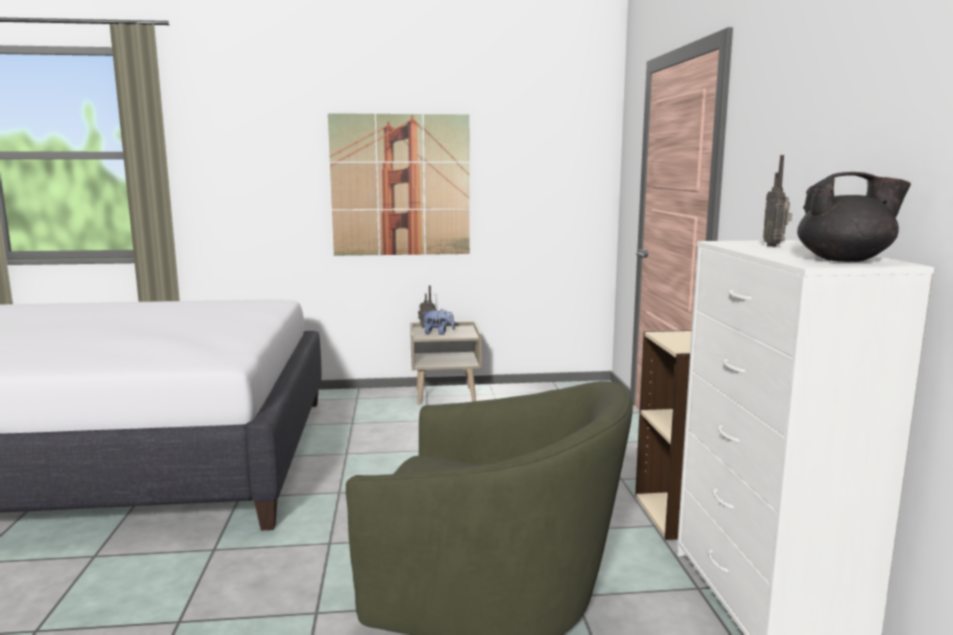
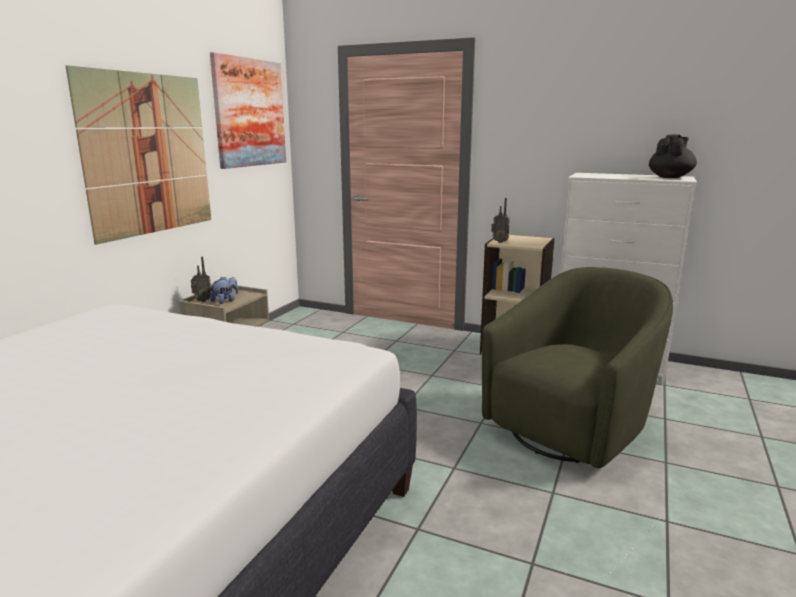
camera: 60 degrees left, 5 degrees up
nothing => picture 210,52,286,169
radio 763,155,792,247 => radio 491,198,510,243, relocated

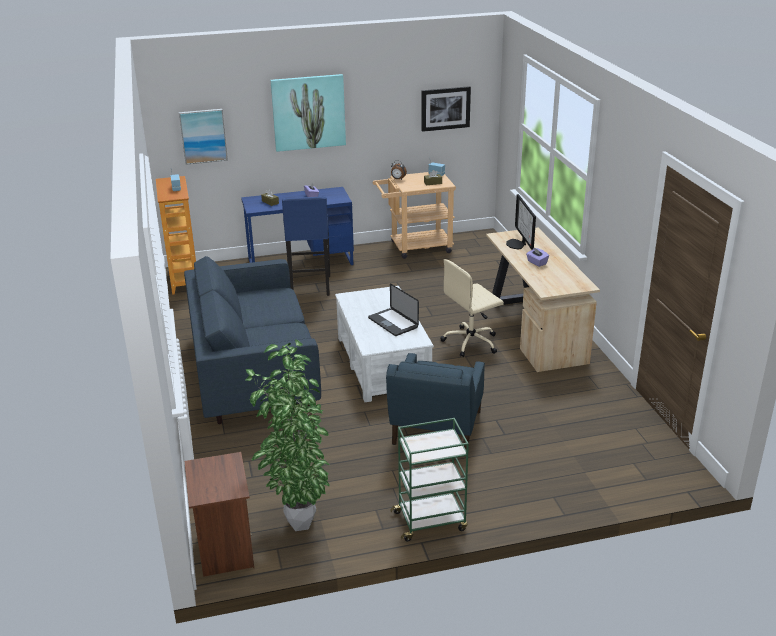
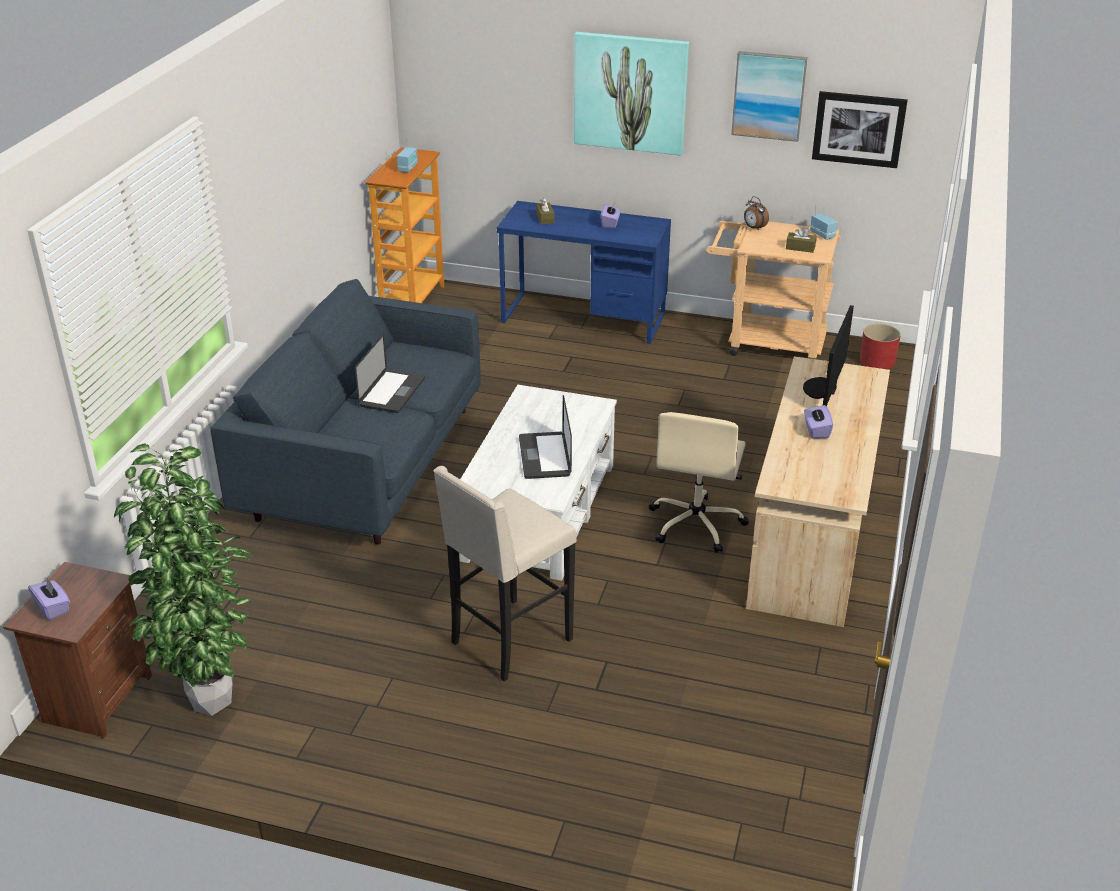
camera: 30 degrees right, 5 degrees up
nothing => purple tissue box 28,578,70,620
nothing => laptop 355,334,425,413
blue armchair 386,353,485,449 => beige stool 433,466,577,682
beige office chair 440,259,504,357 => beige office chair 649,412,749,553, 75 degrees counterclockwise
picture 179,109,228,165 => picture 731,51,807,142, relocated
nothing => red planter 860,324,901,369
blue stool 282,196,330,296 => nothing
green cart 390,418,469,541 => nothing

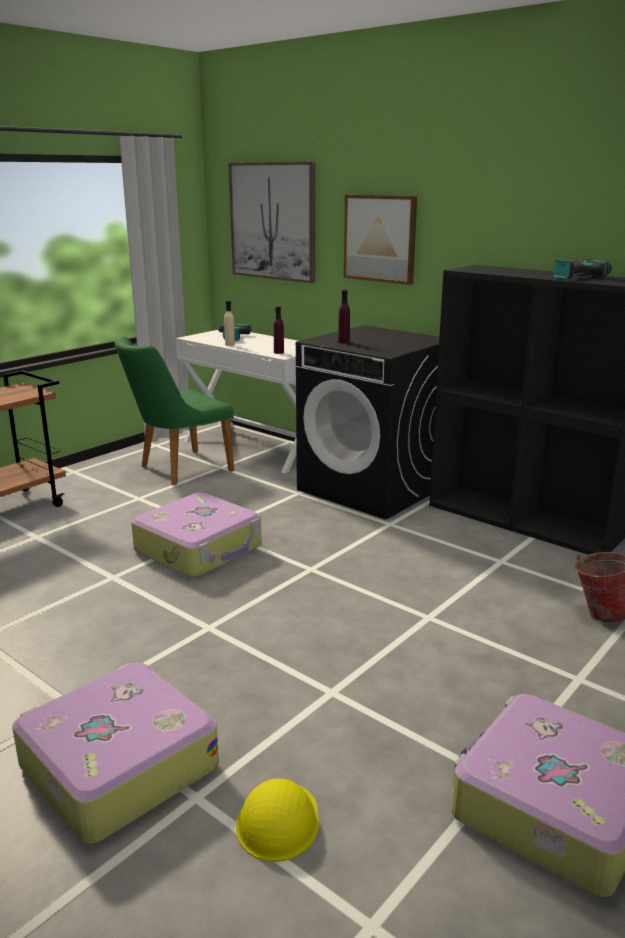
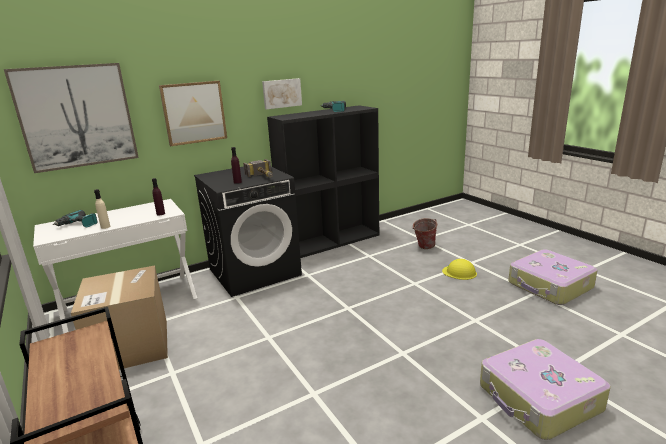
camera: 70 degrees left, 0 degrees up
green chair 115,336,234,485 => cardboard box 71,266,168,370
nothing => hammer 243,159,273,177
nothing => picture 262,78,302,109
yellow hard hat 236,779,319,862 => yellow hard hat 442,259,477,280, relocated
suitcase 131,493,262,578 => nothing

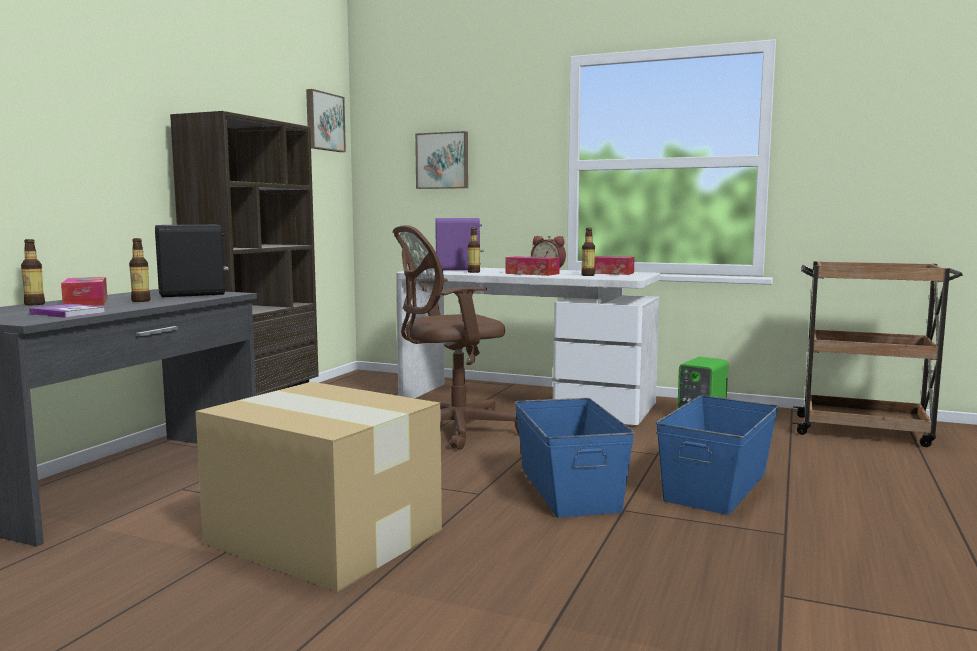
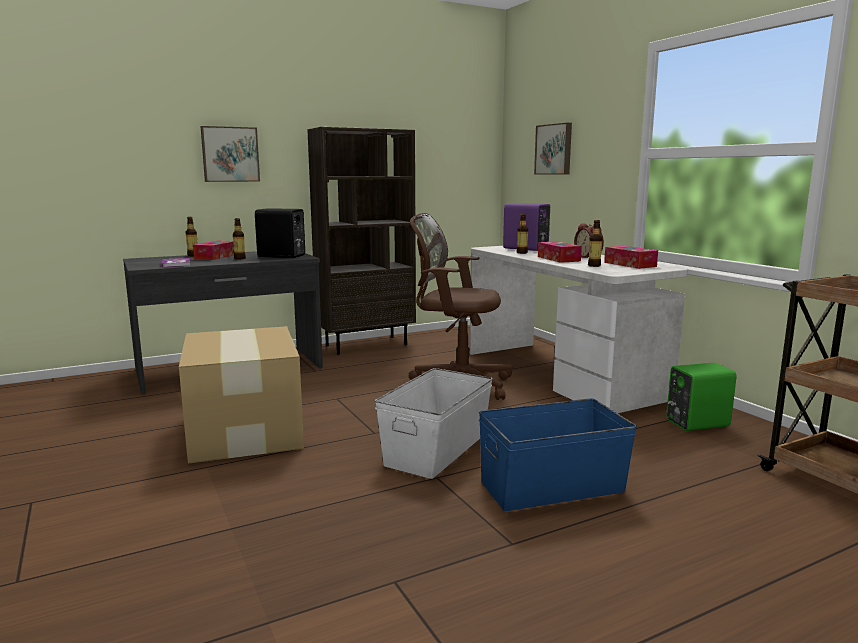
camera: 40 degrees right, 5 degrees up
picture 306,89,346,152 => picture 200,126,260,182, relocated
blue storage box 515,398,635,518 => white storage box 375,368,493,479

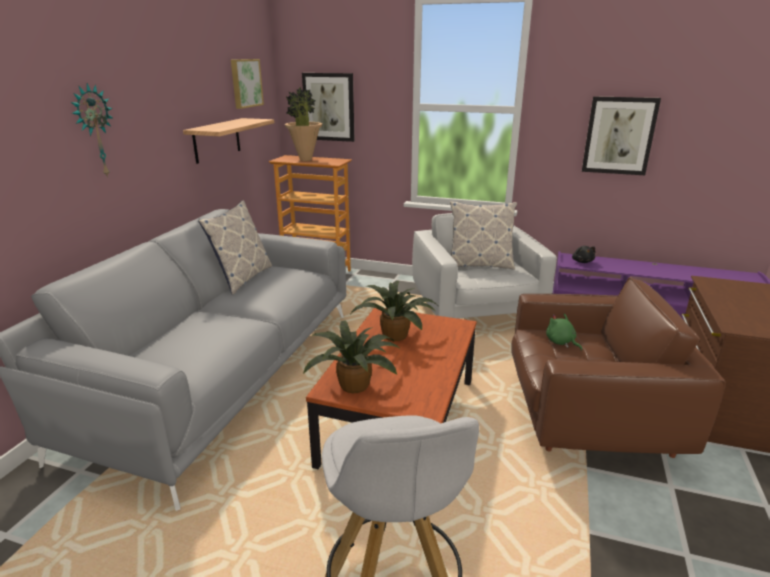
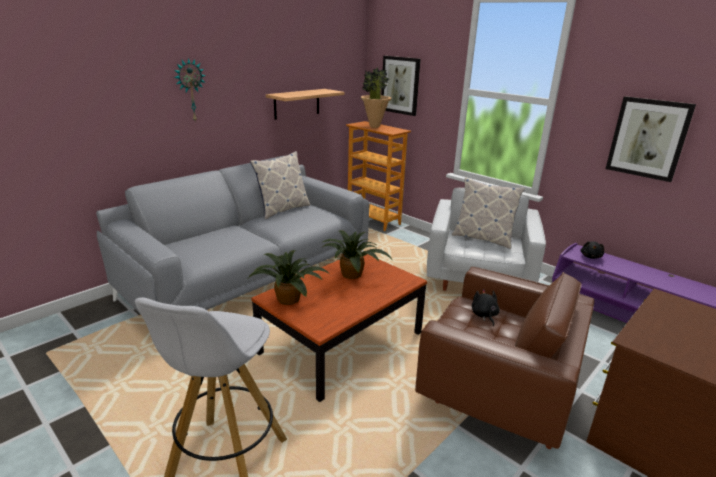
camera: 25 degrees right, 0 degrees up
green plush toy 546,313,582,351 => black plush toy 472,289,500,326
picture 231,59,264,109 => nothing

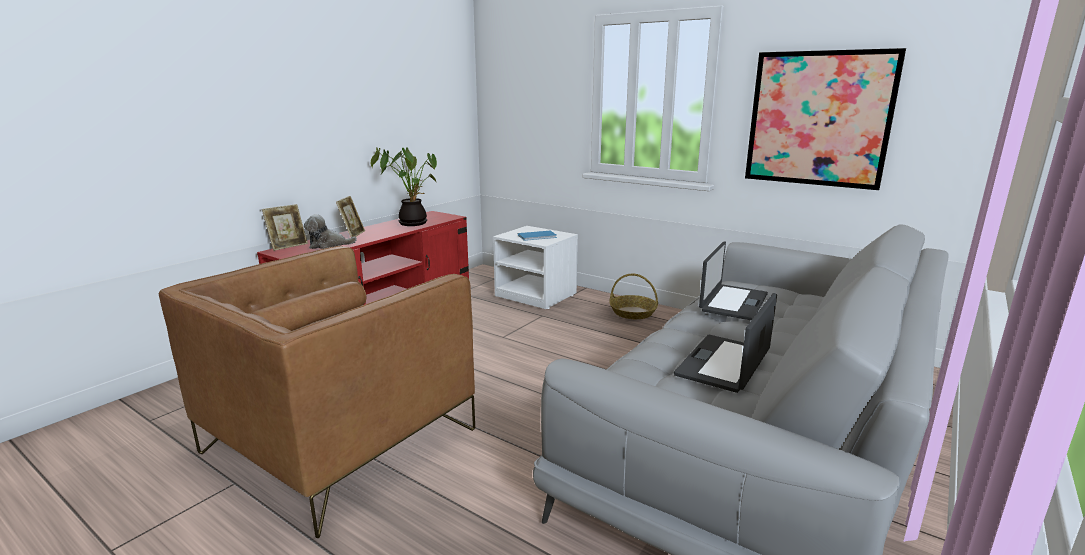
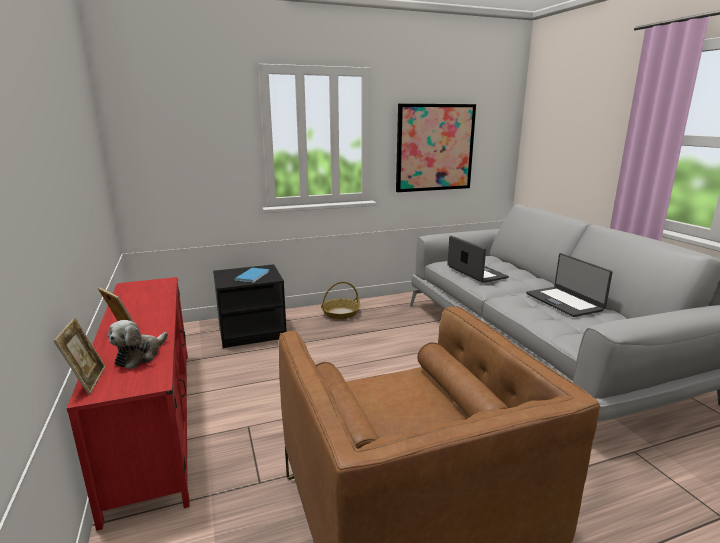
camera: 55 degrees left, 0 degrees up
white nightstand 493,226,578,309 => black nightstand 213,264,287,348
potted plant 371,147,437,226 => nothing

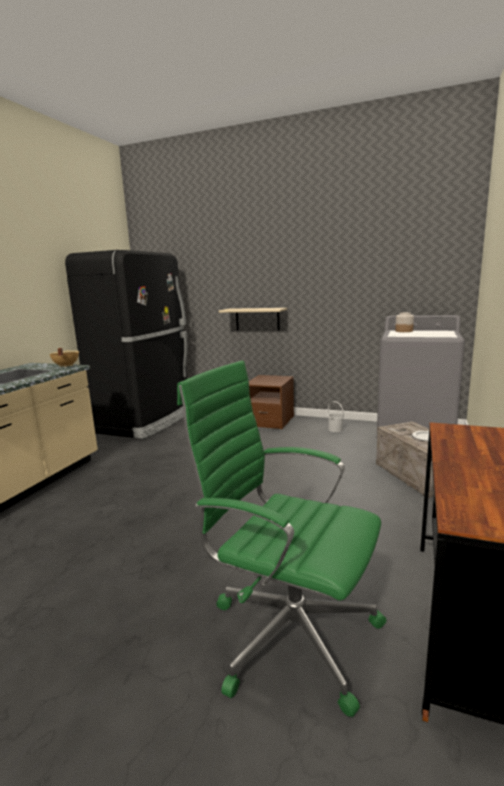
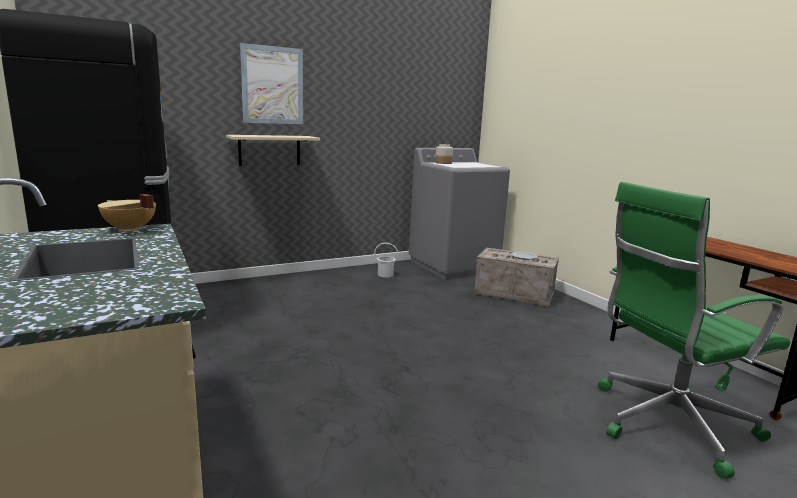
camera: 50 degrees left, 0 degrees up
nothing => picture 240,43,303,124
brown nightstand 249,375,294,429 => nothing

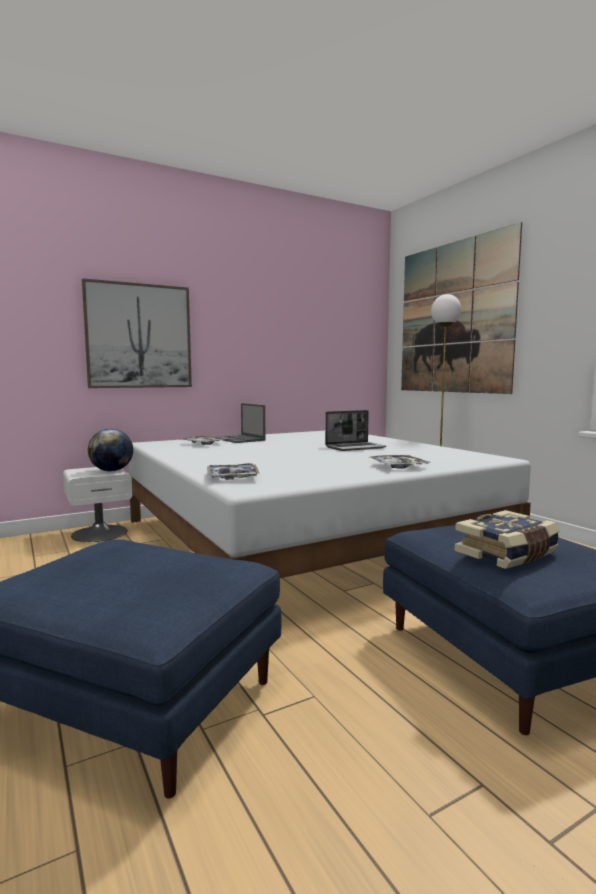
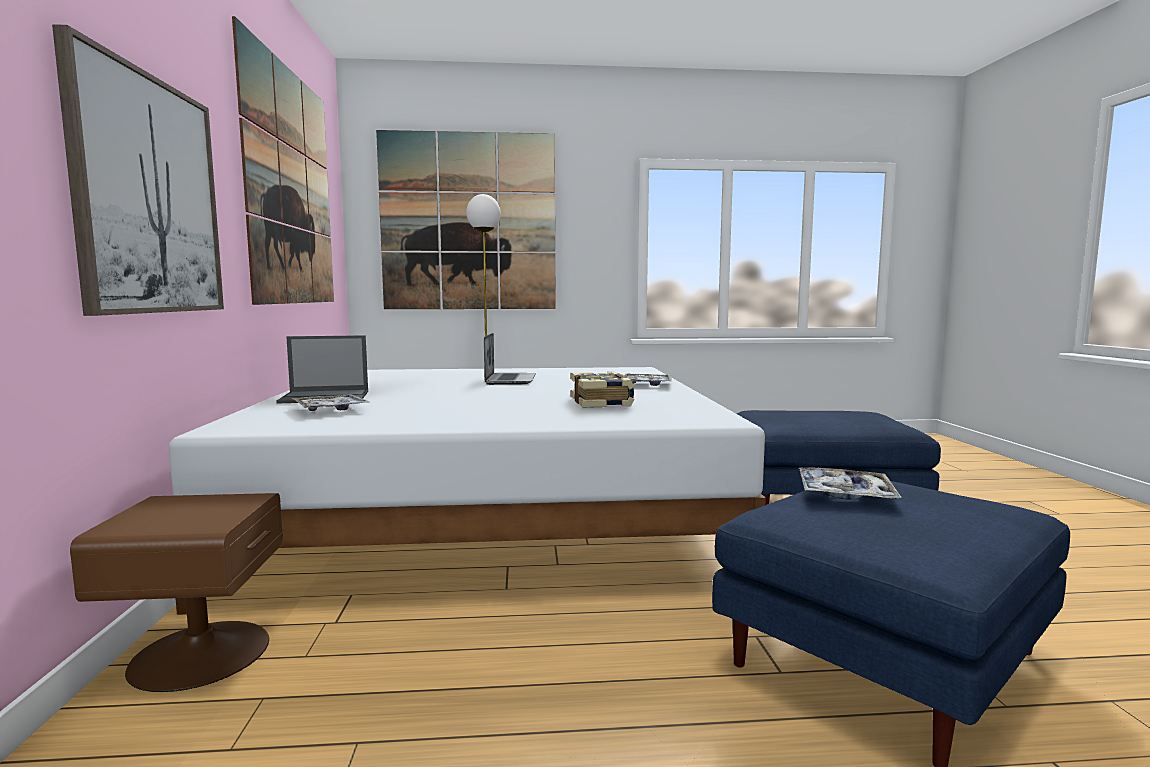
camera: 65 degrees left, 0 degrees up
white nightstand 63,467,132,542 => brown nightstand 70,493,283,692
nothing => picture 232,16,334,305
book 454,510,560,569 => book 570,372,635,408, relocated
tray 207,463,260,480 => tray 799,468,902,500, relocated
globe 88,429,133,471 => nothing

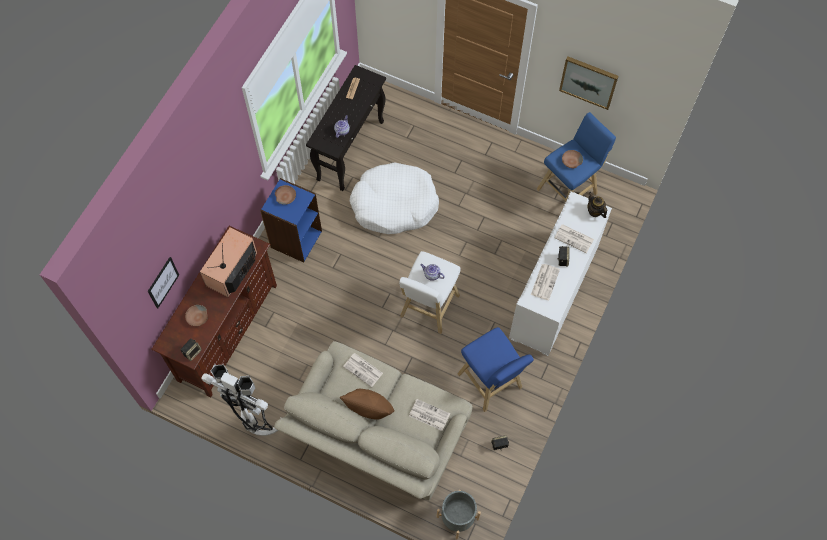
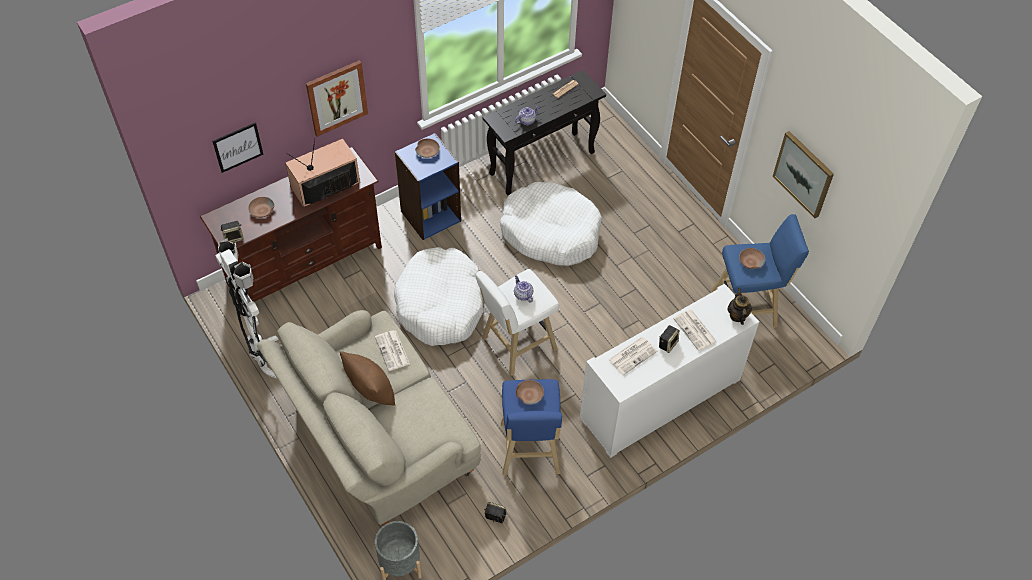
camera: 30 degrees right, 10 degrees down
nothing => picture 306,60,368,137
nothing => white dog bed 394,247,483,346
nothing => brown bowl 516,380,544,405
newspaper 409,399,450,431 => nothing

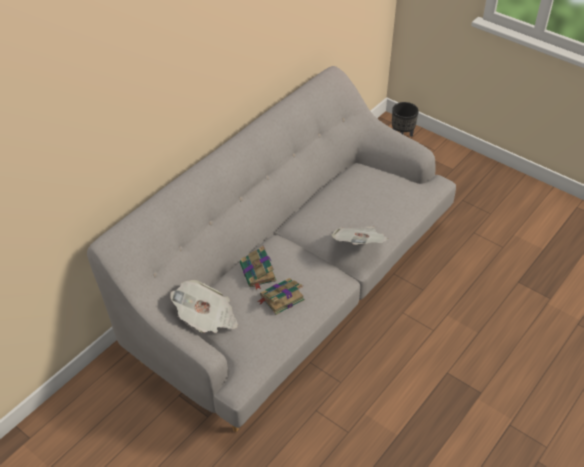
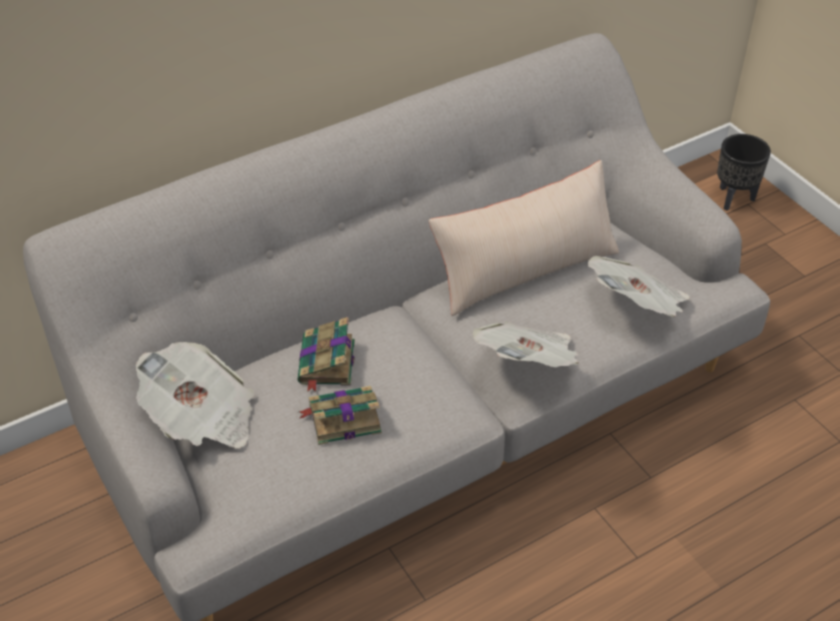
camera: 20 degrees right, 0 degrees up
nothing => beige pillow 429,160,619,316
nothing => newspaper 588,256,689,317

